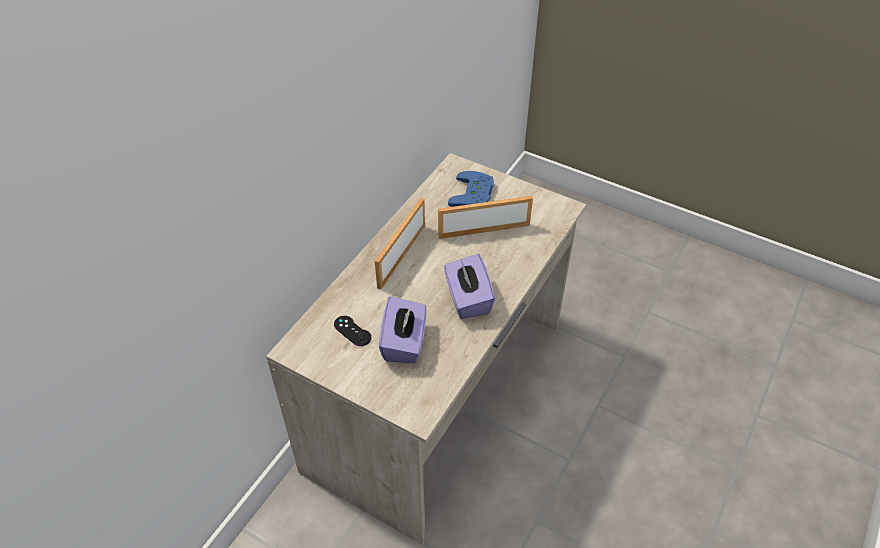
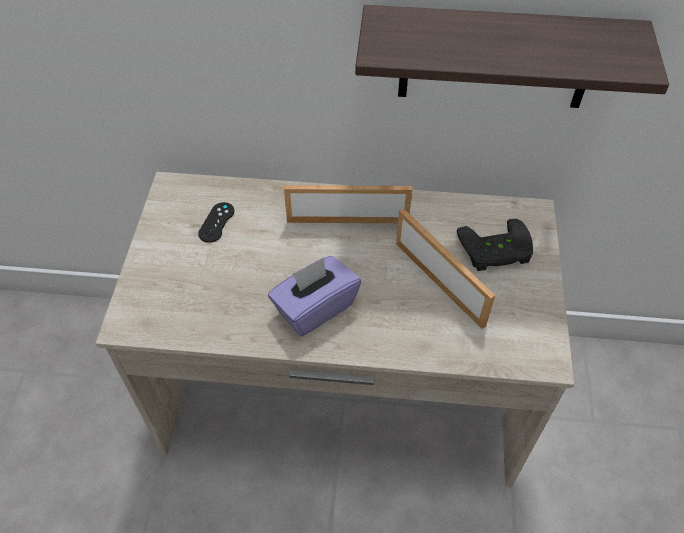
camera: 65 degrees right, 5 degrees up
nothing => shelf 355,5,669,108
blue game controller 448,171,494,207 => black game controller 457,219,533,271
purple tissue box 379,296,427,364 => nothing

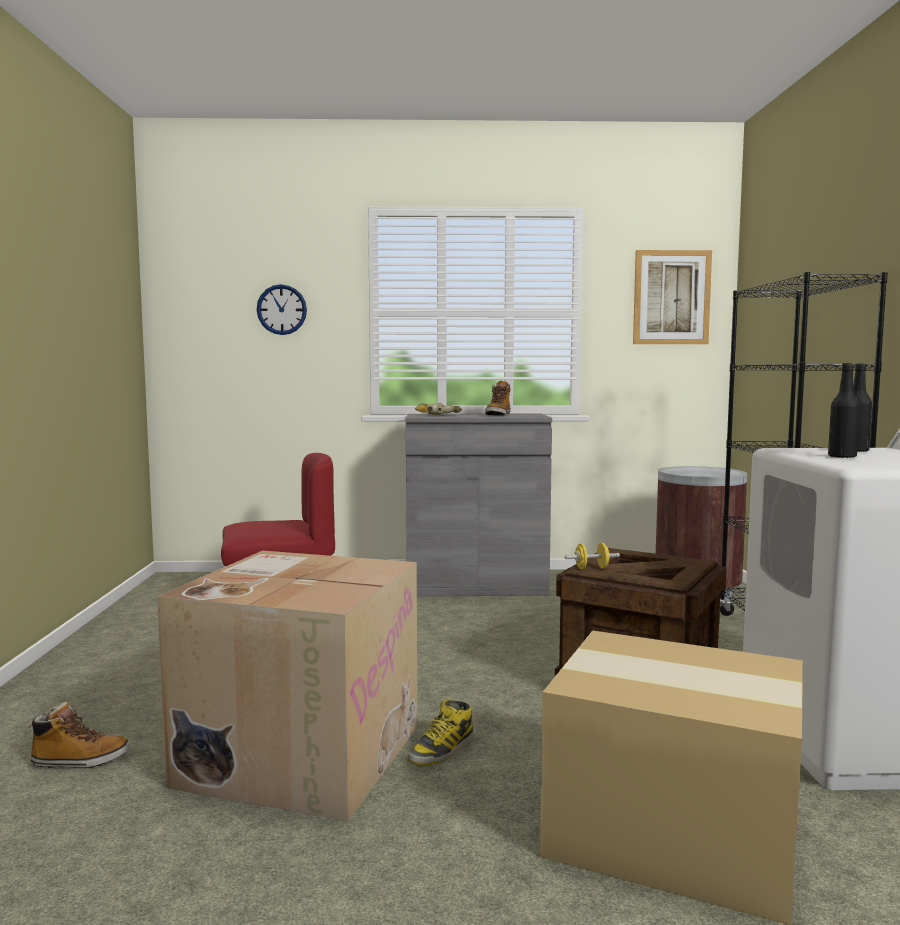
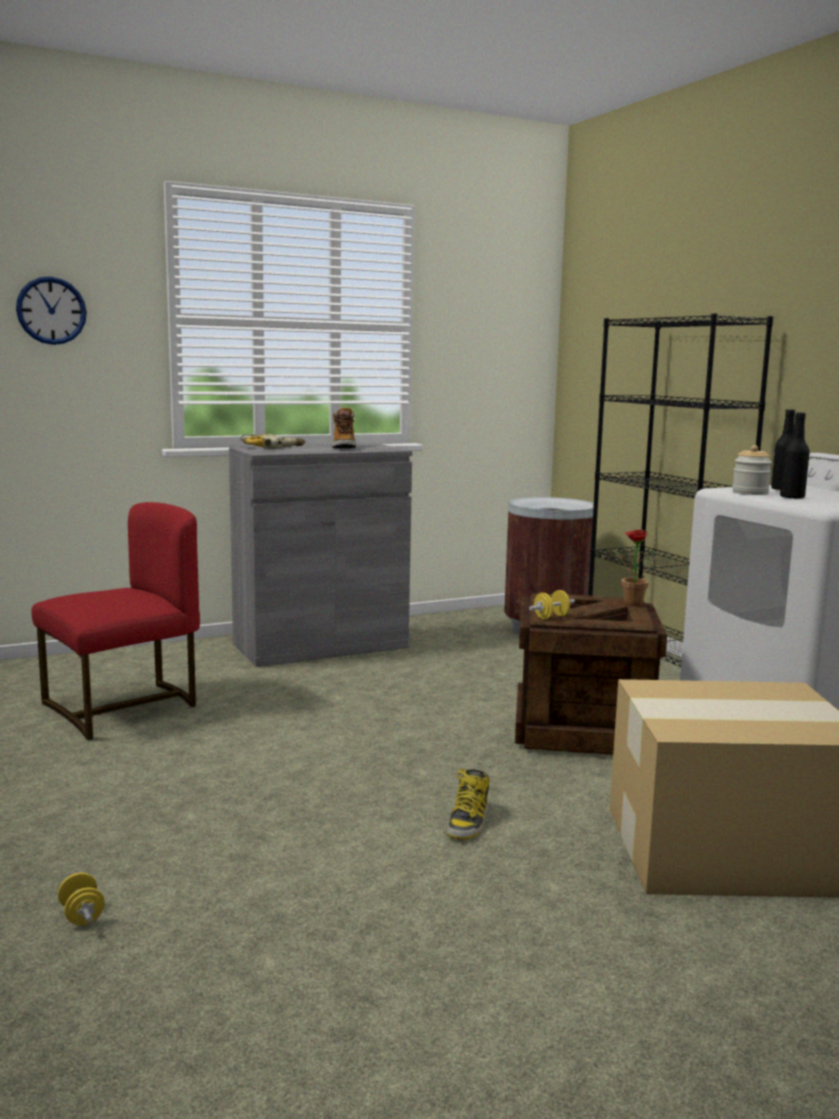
camera: 25 degrees left, 5 degrees up
boot 28,702,130,768 => yellow dumbbell 58,873,105,925
nothing => potted plant 612,530,654,606
nothing => jar 732,445,772,495
cardboard box 157,551,418,821 => nothing
picture 633,250,712,344 => nothing

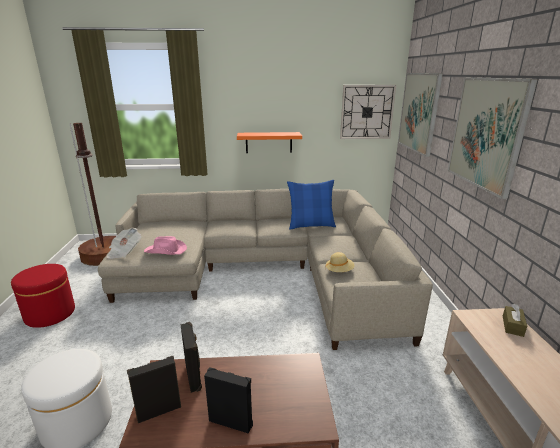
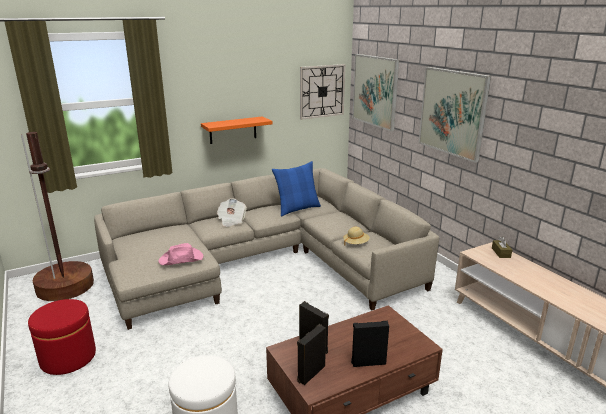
camera: 25 degrees left, 0 degrees up
newspaper 106,228,141,259 => newspaper 217,198,247,227, relocated

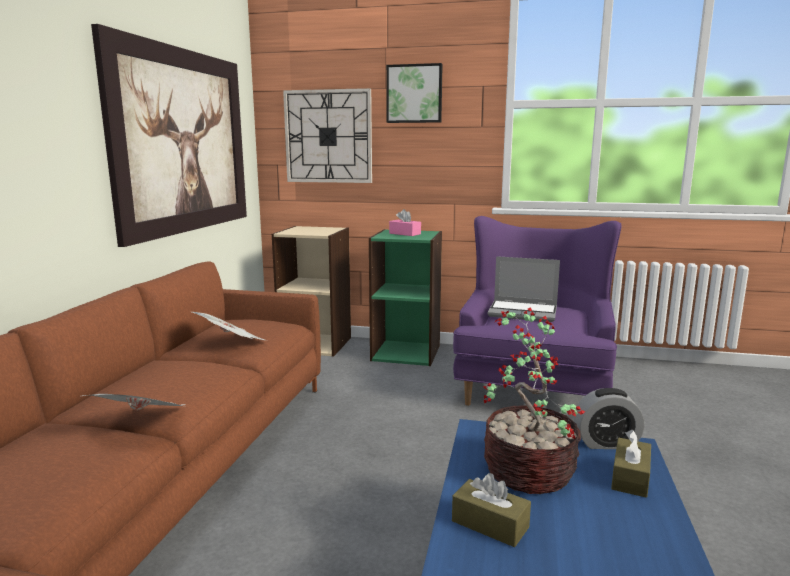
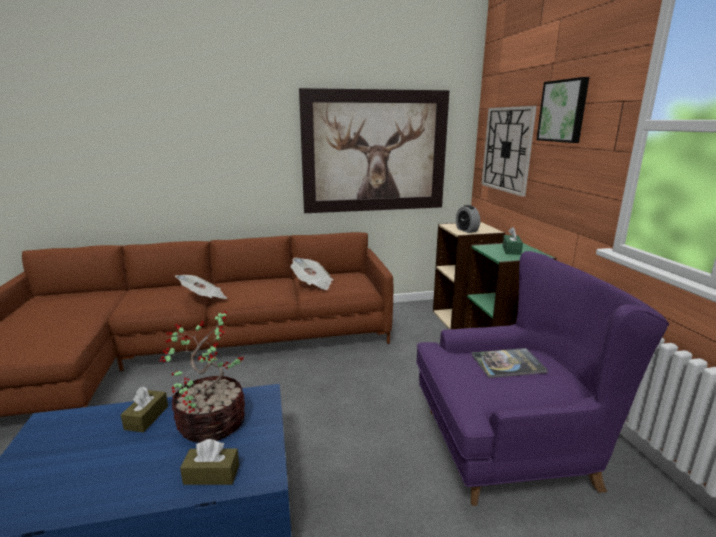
camera: 65 degrees right, 5 degrees up
alarm clock 574,388,645,449 => alarm clock 456,205,480,233, relocated
laptop 488,256,560,322 => book 472,348,548,378
pink tissue box 389,209,421,236 => green tissue box 503,227,523,255

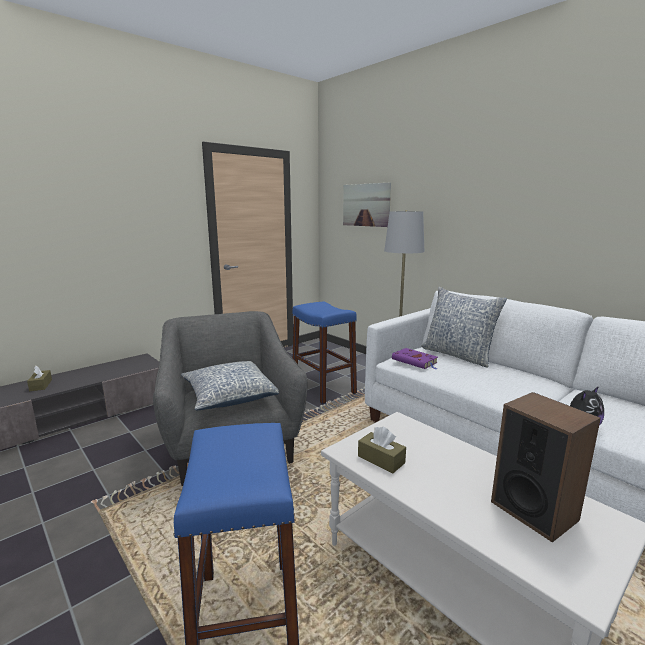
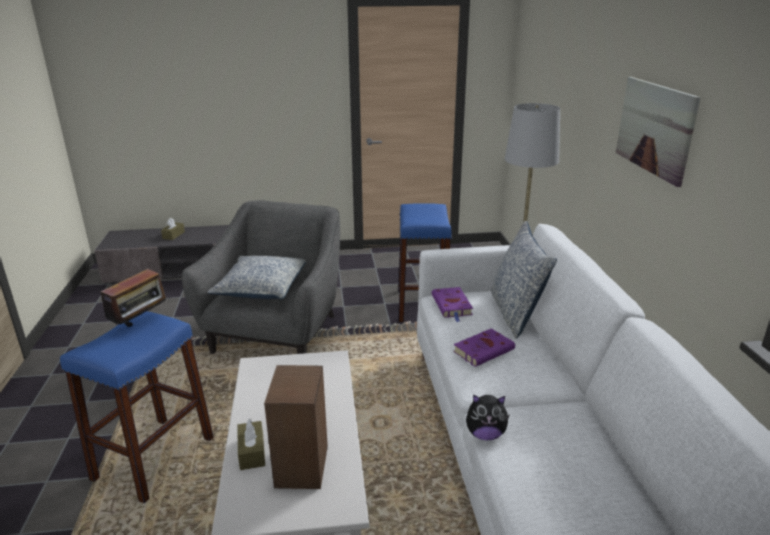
camera: 35 degrees right, 10 degrees up
nothing => radio 94,269,169,331
brown tissue box 358,426,406,473 => brown tissue box 237,419,265,470, relocated
nothing => purple book 453,328,515,367
picture 343,182,391,227 => picture 616,77,701,187, relocated

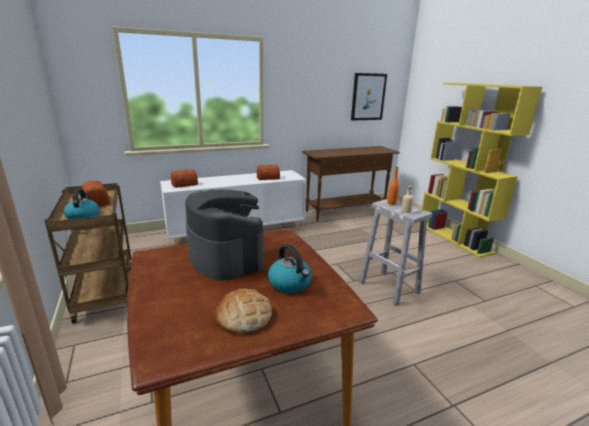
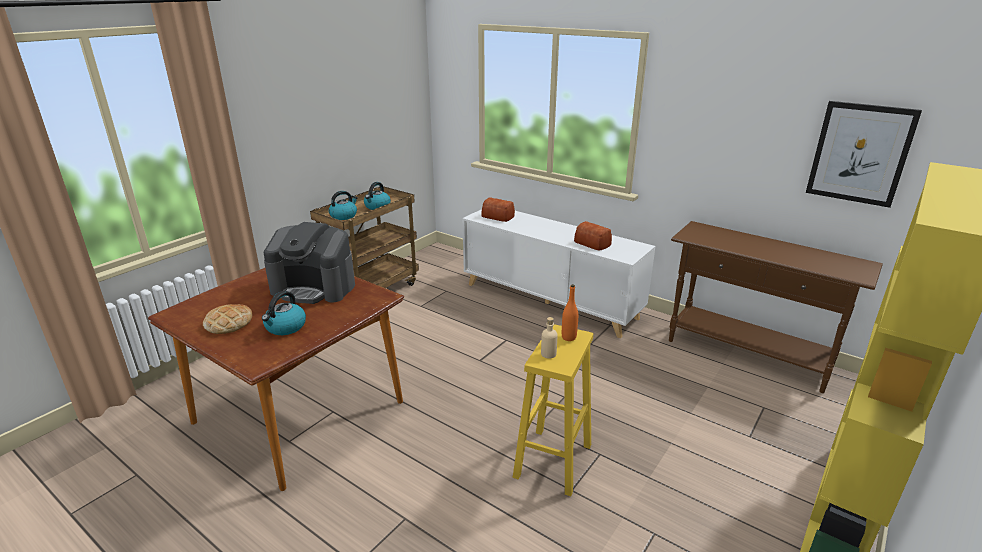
camera: 60 degrees right, 5 degrees up
coffee machine 185,190,265,281 => coffee machine 264,222,355,304, 75 degrees clockwise
bread 81,180,110,207 => kettle 364,182,391,210
white stool 359,199,432,306 => yellow stool 513,324,593,496

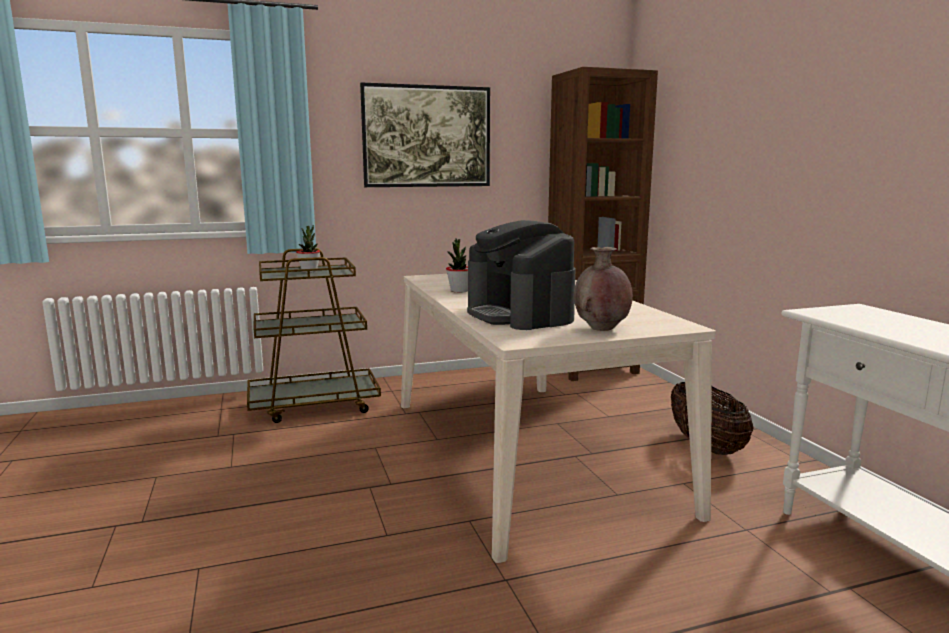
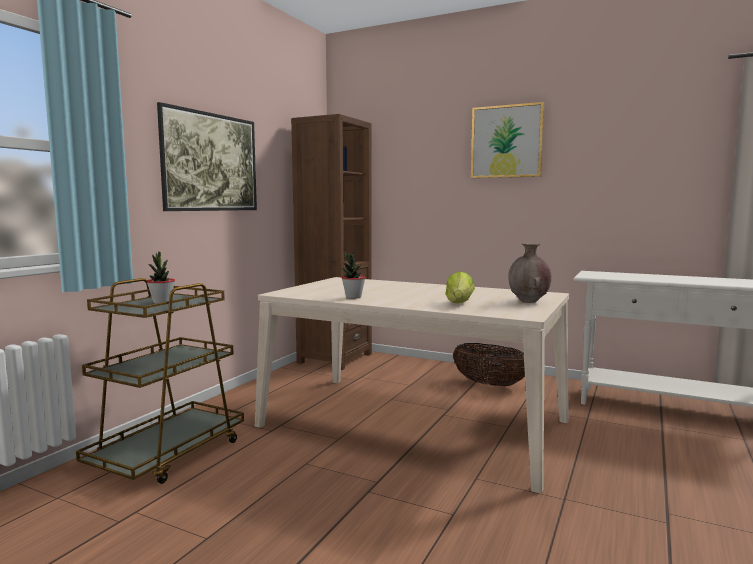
camera: 45 degrees left, 5 degrees down
coffee machine 467,220,575,330 => lettuce 445,271,475,303
nothing => picture 471,102,545,178

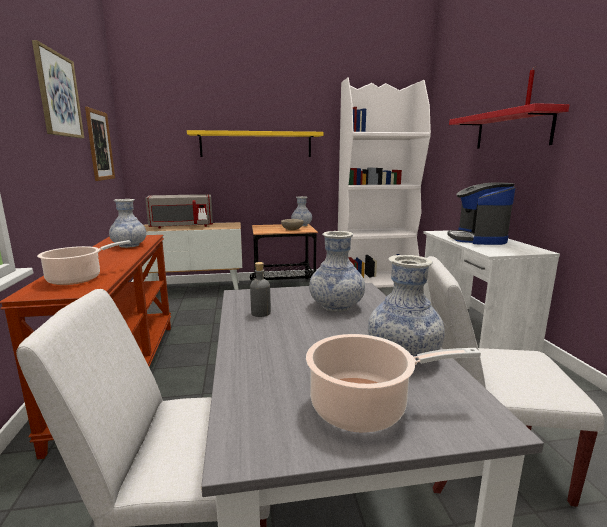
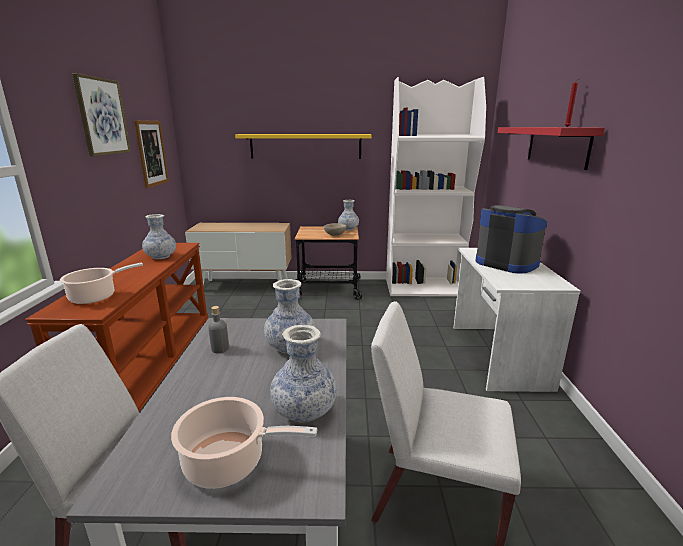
camera: 10 degrees right, 5 degrees up
coffee machine 447,182,515,245 => coffee machine 476,205,547,273, 120 degrees clockwise
grey microwave 145,194,213,229 => nothing

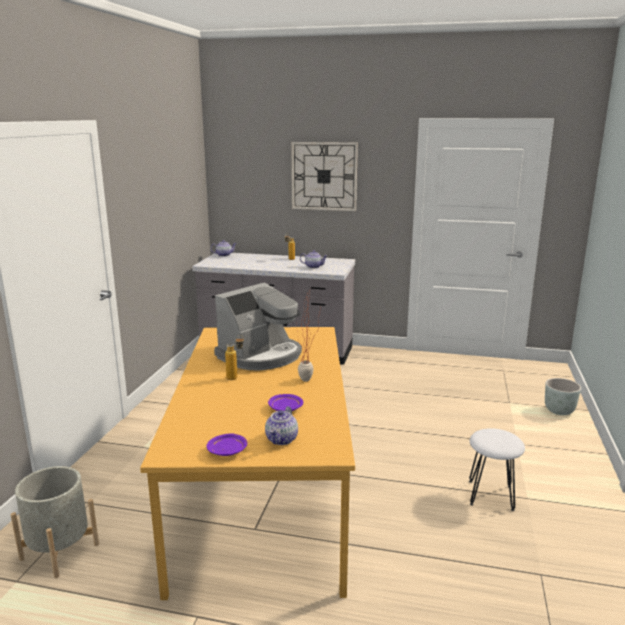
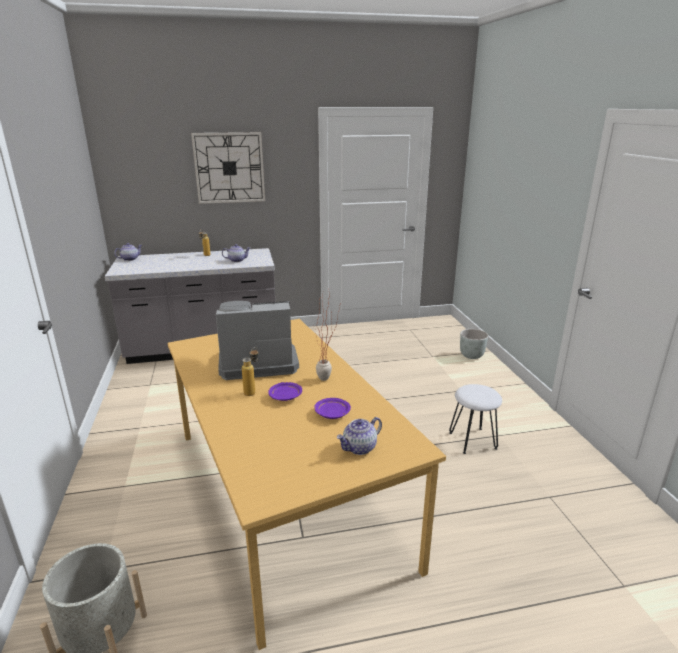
camera: 25 degrees left, 5 degrees up
coffee machine 214,282,302,371 => coffee machine 216,301,299,380, 120 degrees counterclockwise
purple plate 206,433,247,456 => purple plate 268,382,302,401, relocated
teapot 265,406,298,445 => teapot 337,417,382,455, 60 degrees clockwise

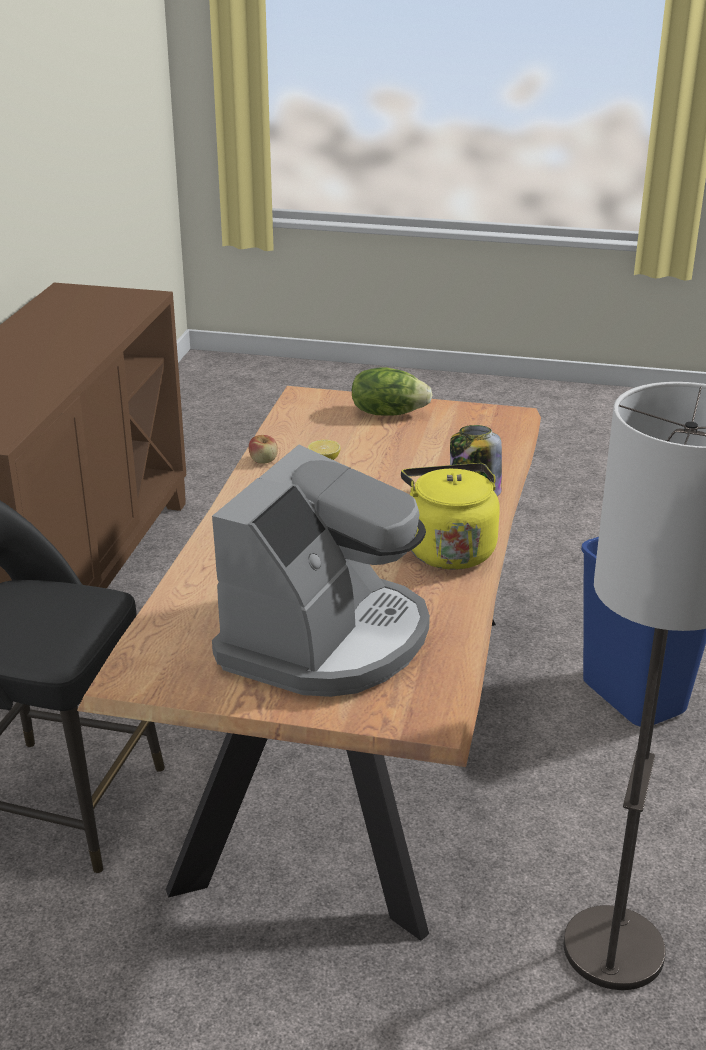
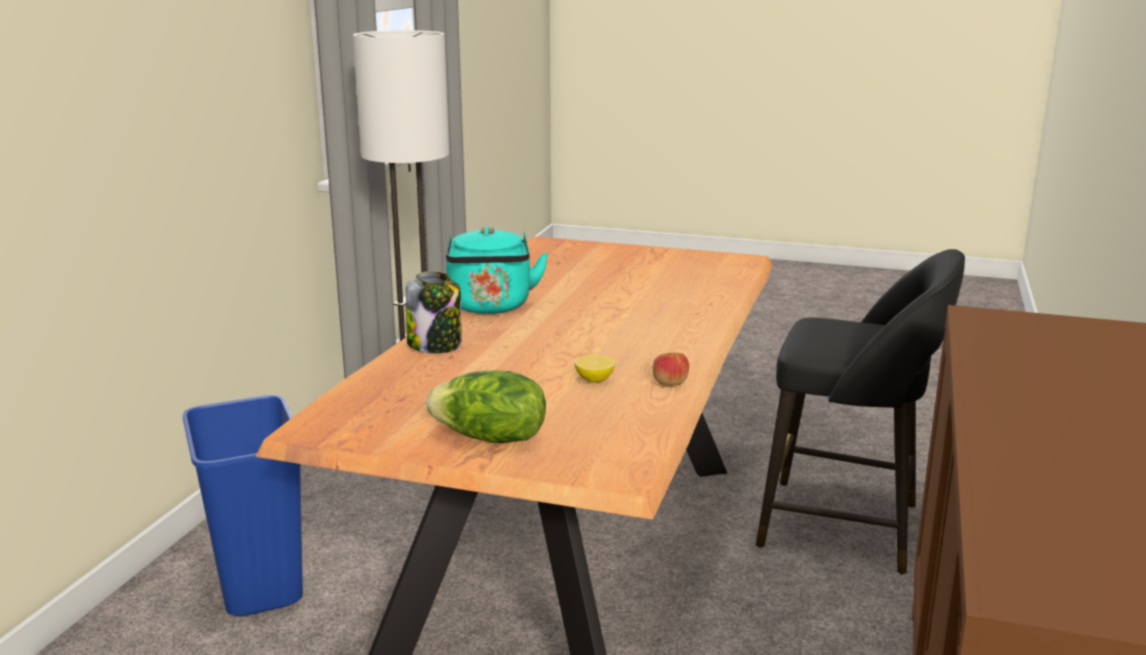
camera: 175 degrees left, 10 degrees down
yellow kettle 401,463,500,570 => turquoise kettle 446,227,548,314
coffee machine 212,445,430,697 => nothing

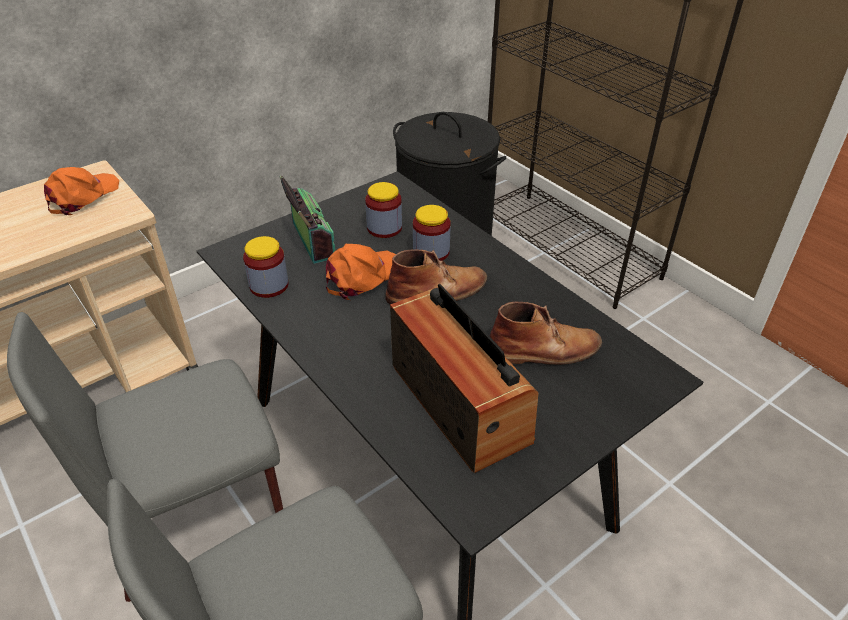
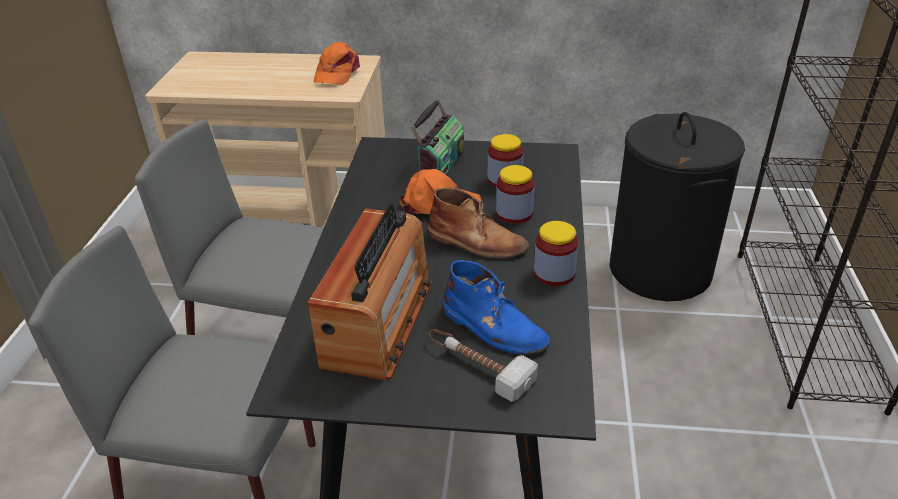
camera: 45 degrees right, 5 degrees down
orange cap 44,167,119,215 => orange cap 313,42,360,85, 120 degrees clockwise
nothing => hammer 429,329,538,402
brown boot 490,302,602,365 => blue boot 442,260,550,355
jar 243,236,289,298 => jar 534,221,579,286, relocated

